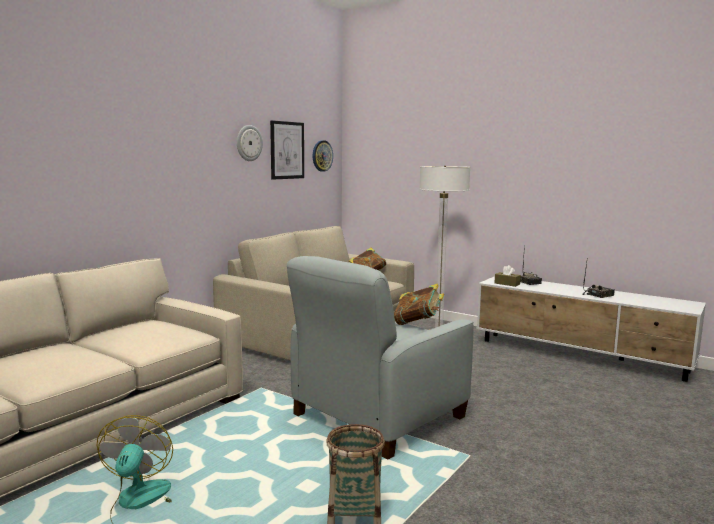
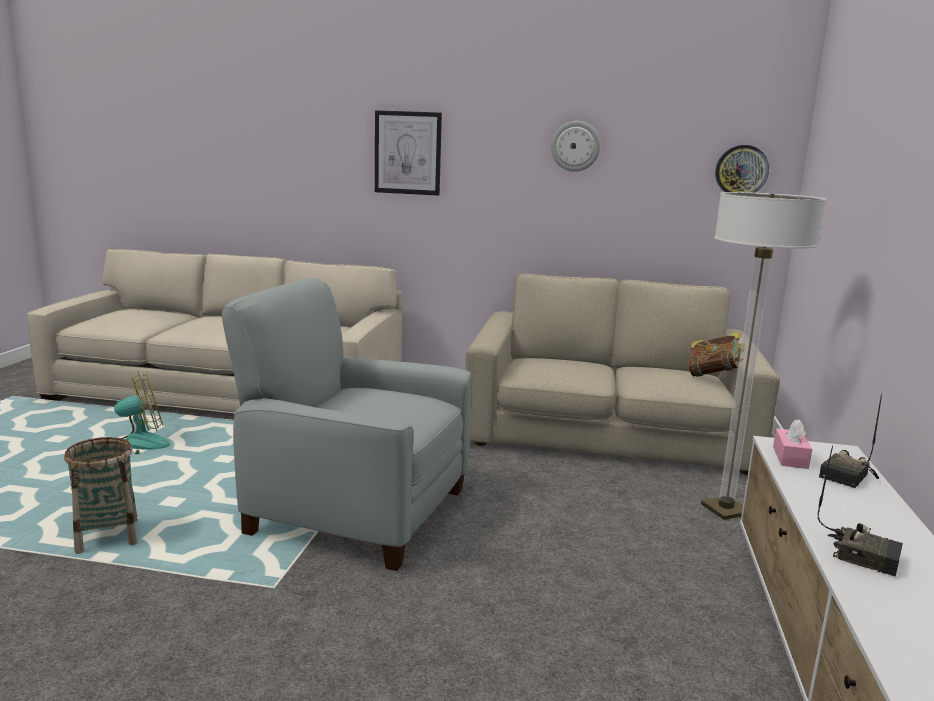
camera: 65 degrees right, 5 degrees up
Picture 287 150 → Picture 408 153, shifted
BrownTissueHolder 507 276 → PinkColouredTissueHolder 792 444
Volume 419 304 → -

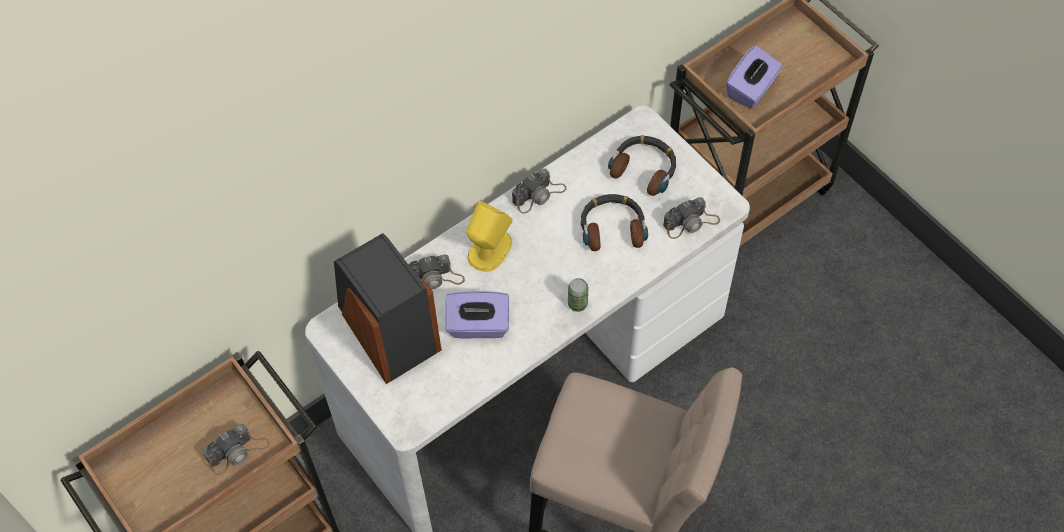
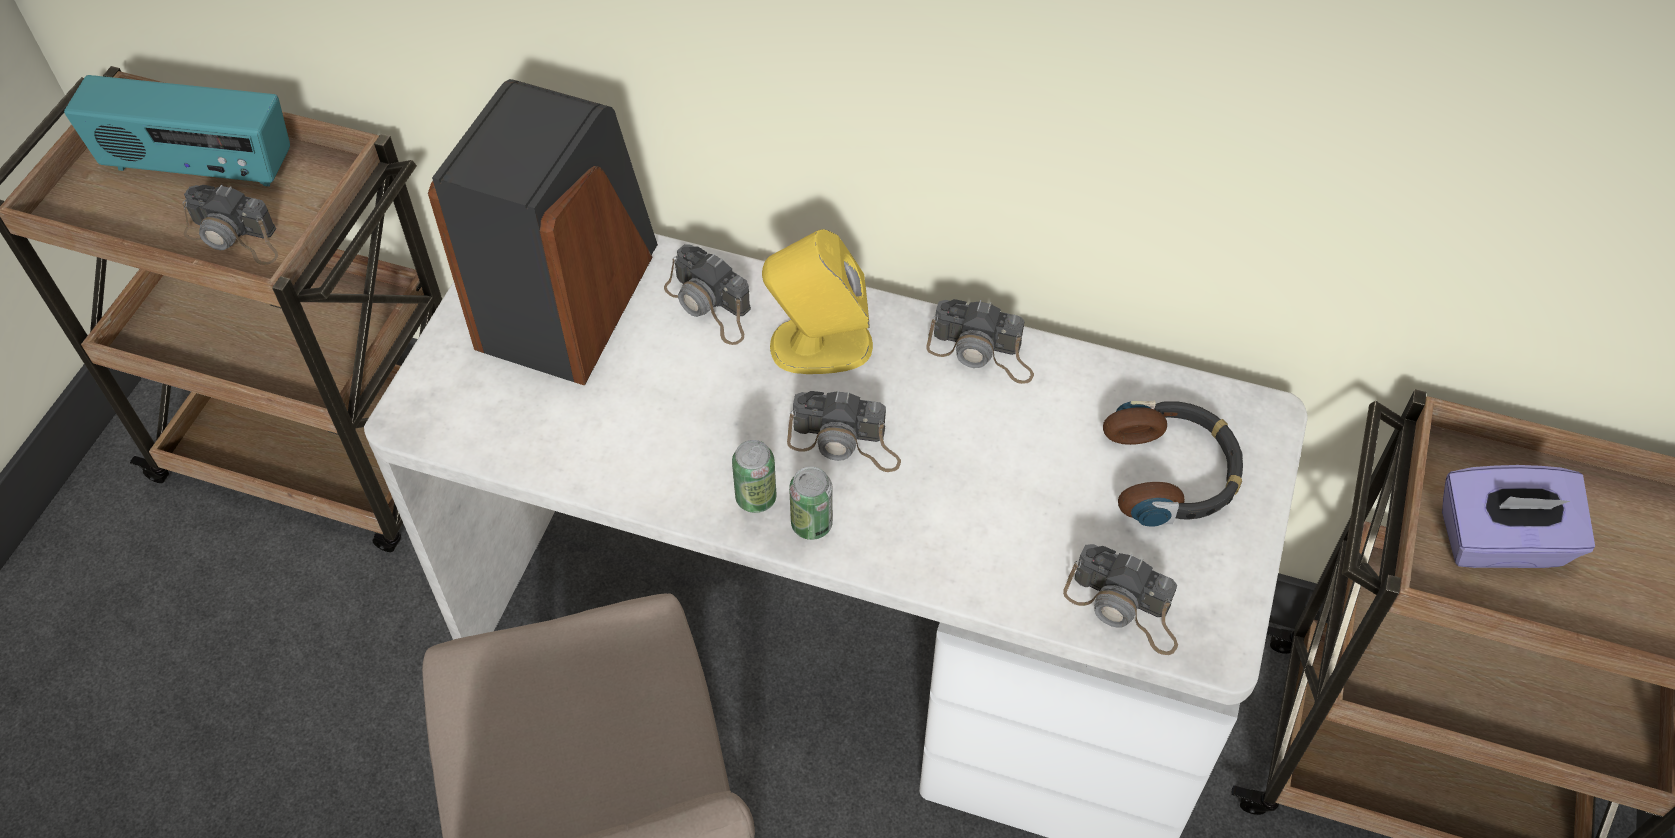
camera: 55 degrees right, 5 degrees down
- → RadioReceiver 177 131
- → SealedCan 754 476
- → StillCamera 844 431
PurplishTissueHolder 477 314 → -
Headphones 614 222 → -

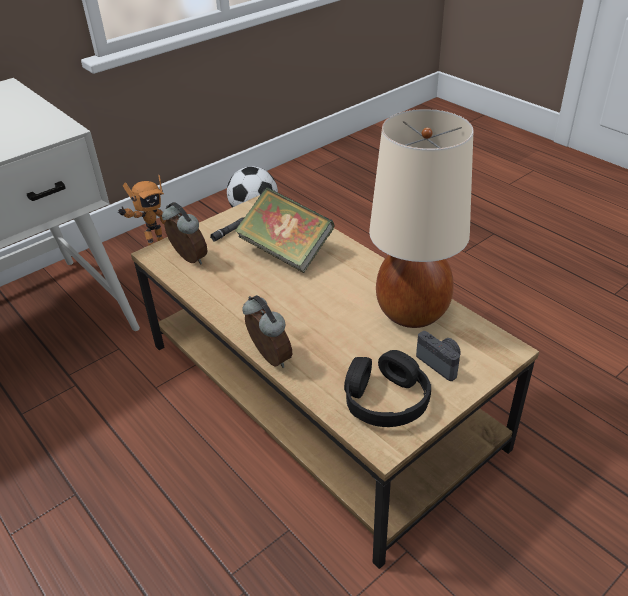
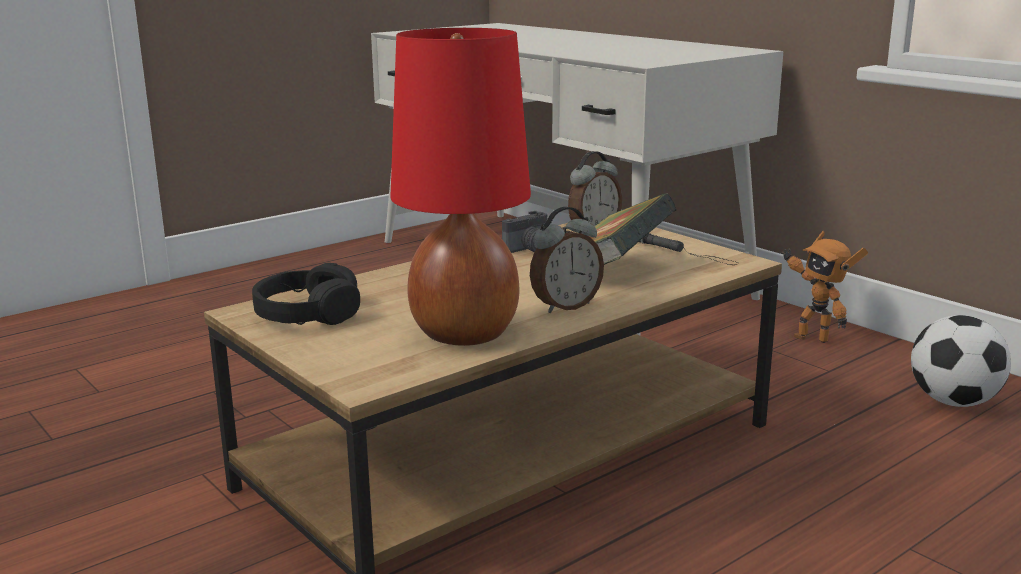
camera: 90 degrees right, 20 degrees down
BeigeColouredTabletopLamp 421 218 → ReddishTabletopLamp 460 187
StillCamera 438 356 → StillCamera 524 232, shifted
BedsideClock 267 331 → BedsideClock 567 260, shifted

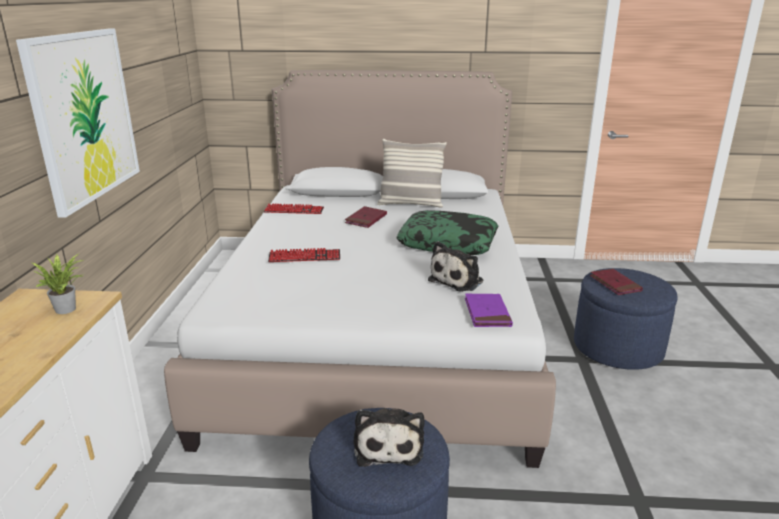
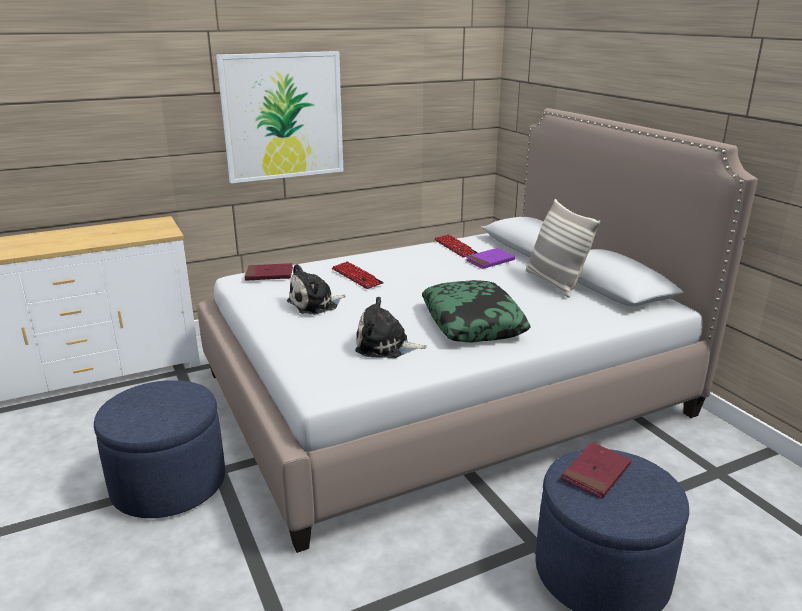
camera: 60 degrees right, 0 degrees up
ReddishVolume 366 217 → ReddishVolume 269 272, shifted
CuddlyToy 389 437 → CuddlyToy 316 289, shifted
PurplishVolume 489 310 → PurplishVolume 490 258, shifted
PlantInAPot 58 284 → -

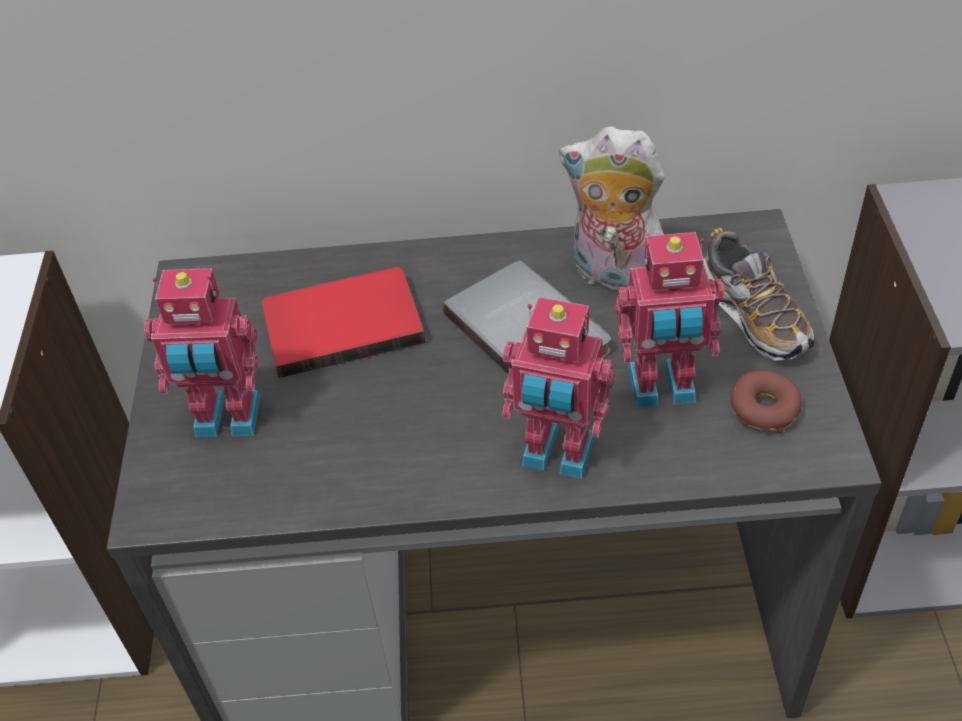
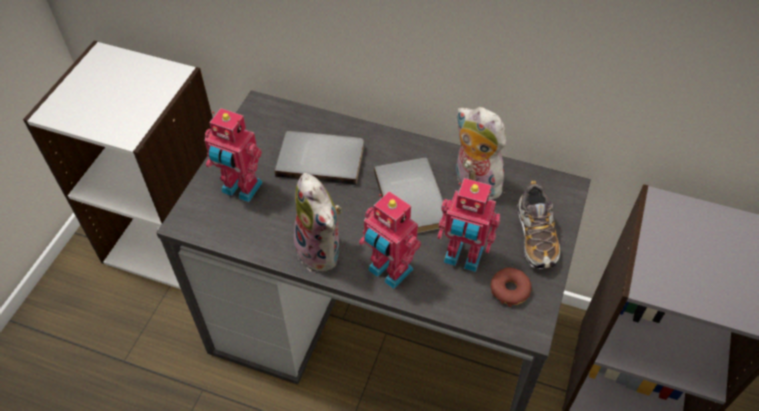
camera: 20 degrees right, 5 degrees up
ReddishVolume 344 322 → GreyishVolume 319 158
- → CuddlyToy 318 222

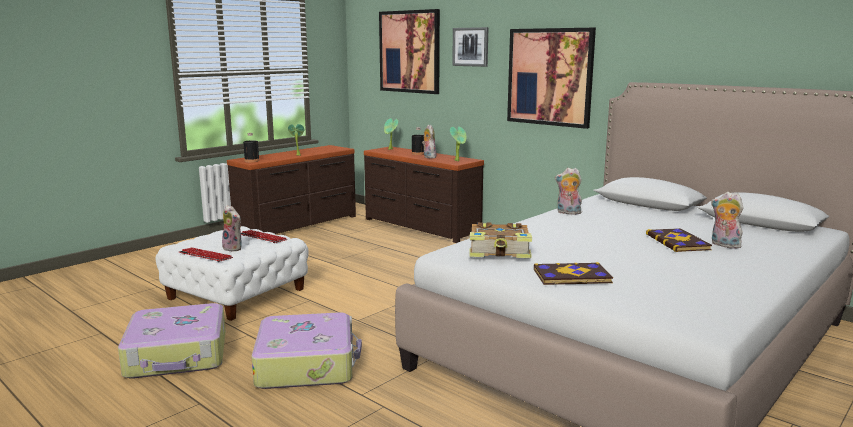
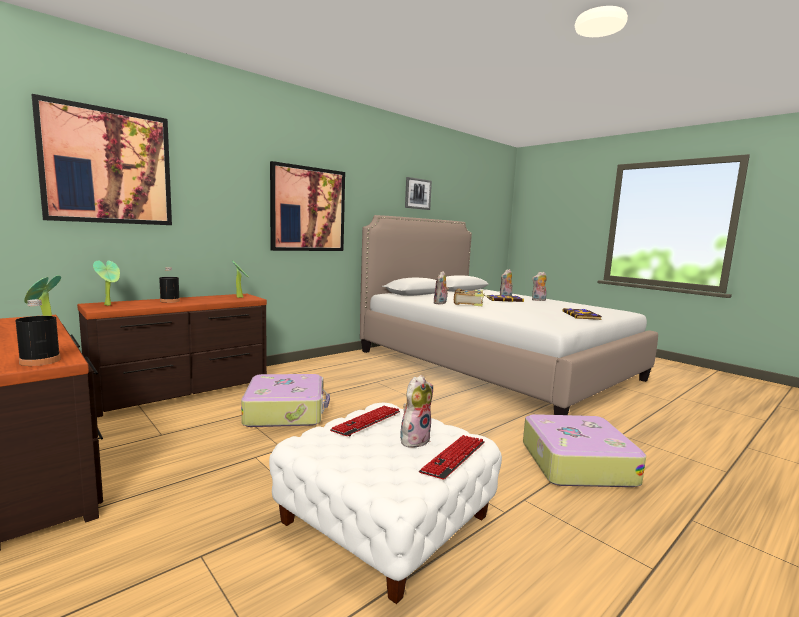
camera: 85 degrees left, 5 degrees down
Suitcase 171 341 → Suitcase 285 400, shifted
Picture 470 47 → Picture 418 193, shifted
Volume 500 240 → Volume 471 297, shifted
CuddlyToy 429 141 → CuddlyToy 539 286, shifted

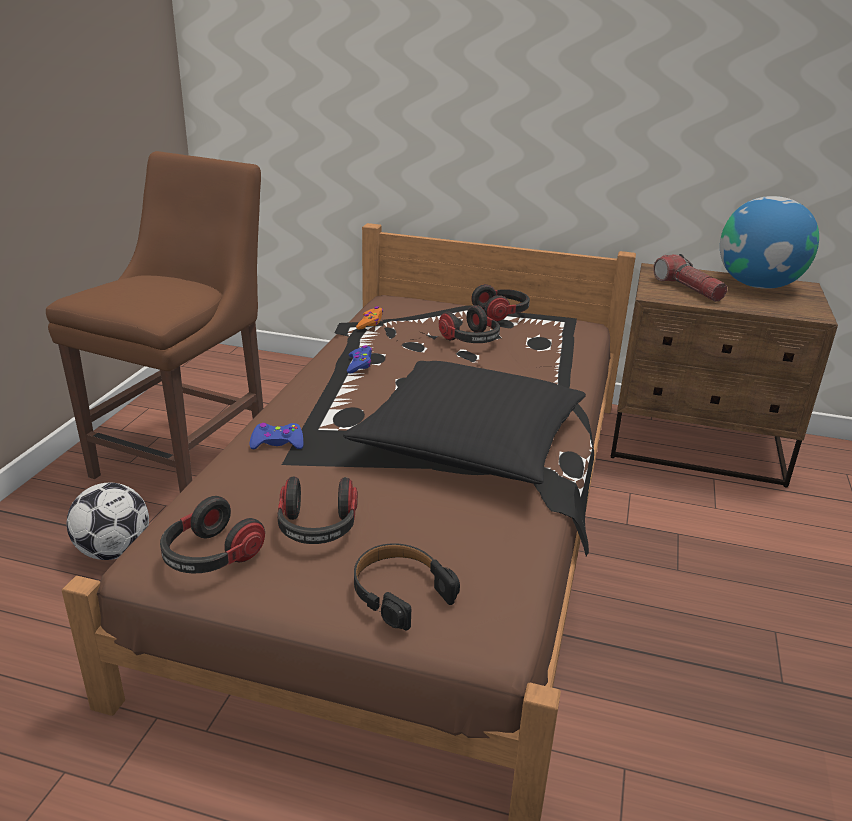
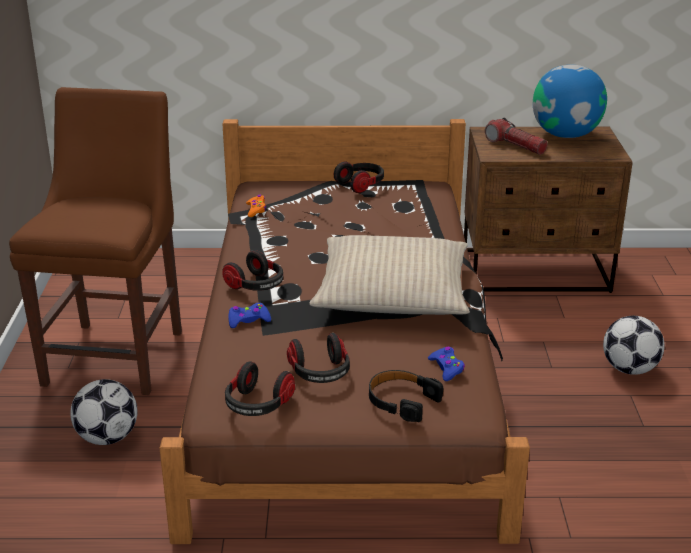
camera: 15 degrees left, 0 degrees up
Headphones 469 324 → Headphones 252 270, shifted
BlackPillow 464 422 → BeigeColouredPillow 389 275
BlueColouredGameController 359 359 → BlueColouredGameController 446 364, shifted
- → FootballBall 633 345

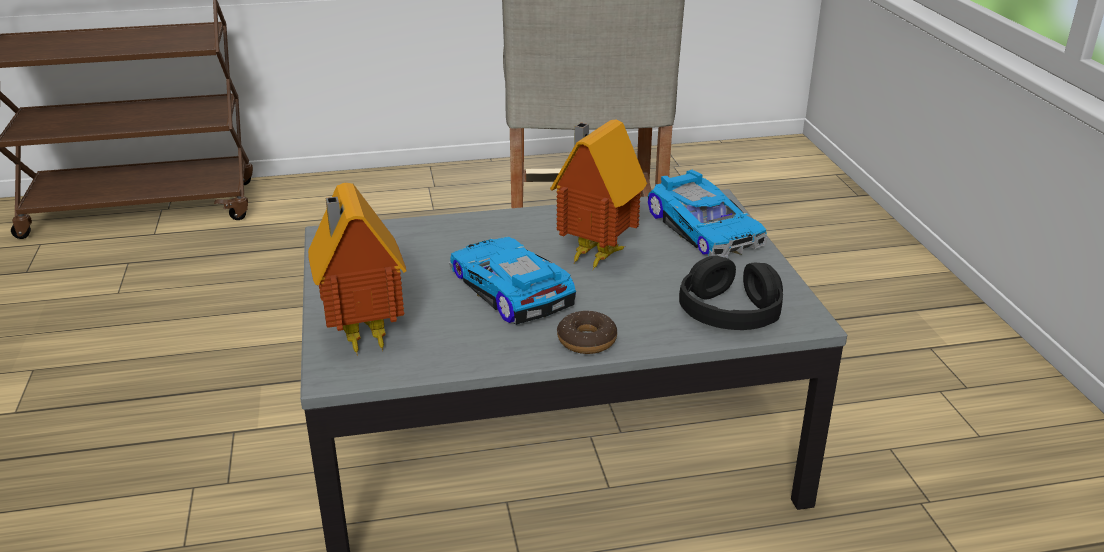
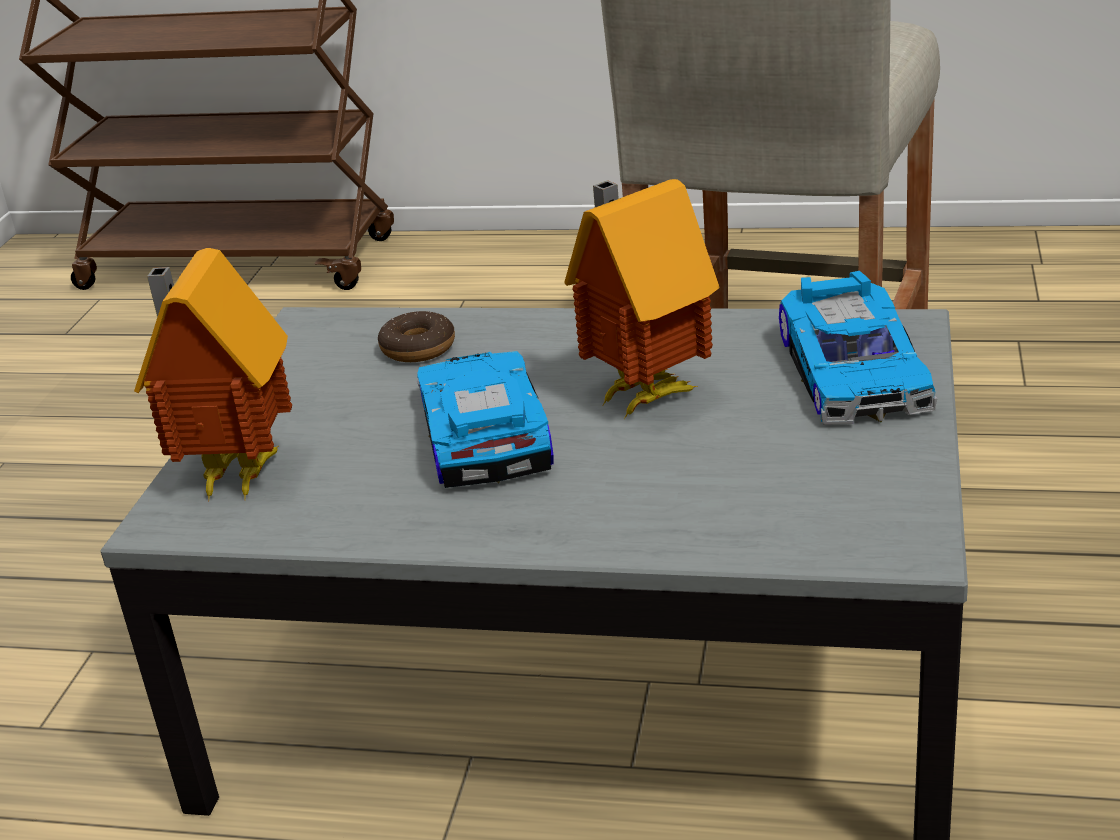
camera: 25 degrees right, 0 degrees up
RingDoughnut 587 332 → RingDoughnut 416 336, shifted
BlackHeadphones 731 293 → -

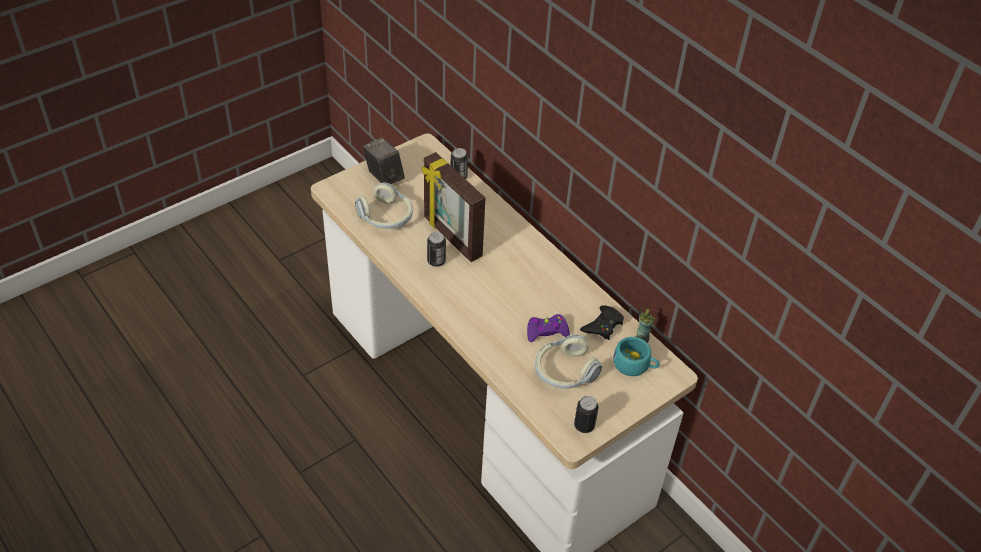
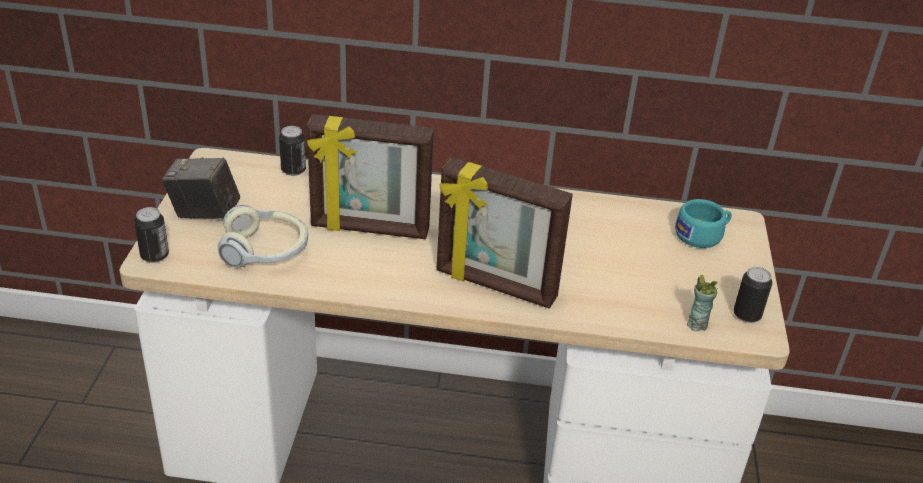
camera: 45 degrees left, 10 degrees down
SealedCan 436 249 → SealedCan 151 235, shifted
- → StandingFrame 504 233
DrinkingCup 645 325 → DrinkingCup 702 303, shifted
PurplishGameController 548 328 → -
Headphones 568 361 → -
BlackGameController 602 322 → -

